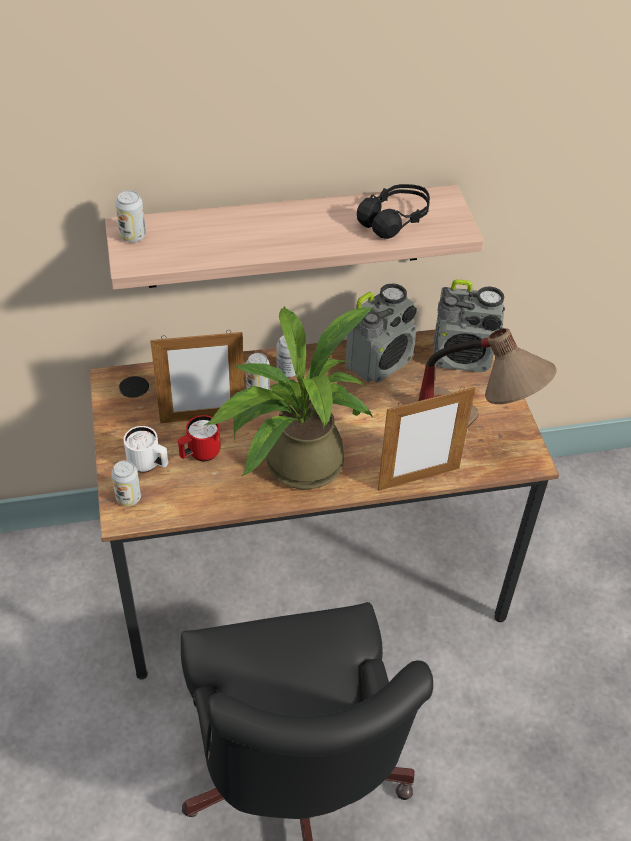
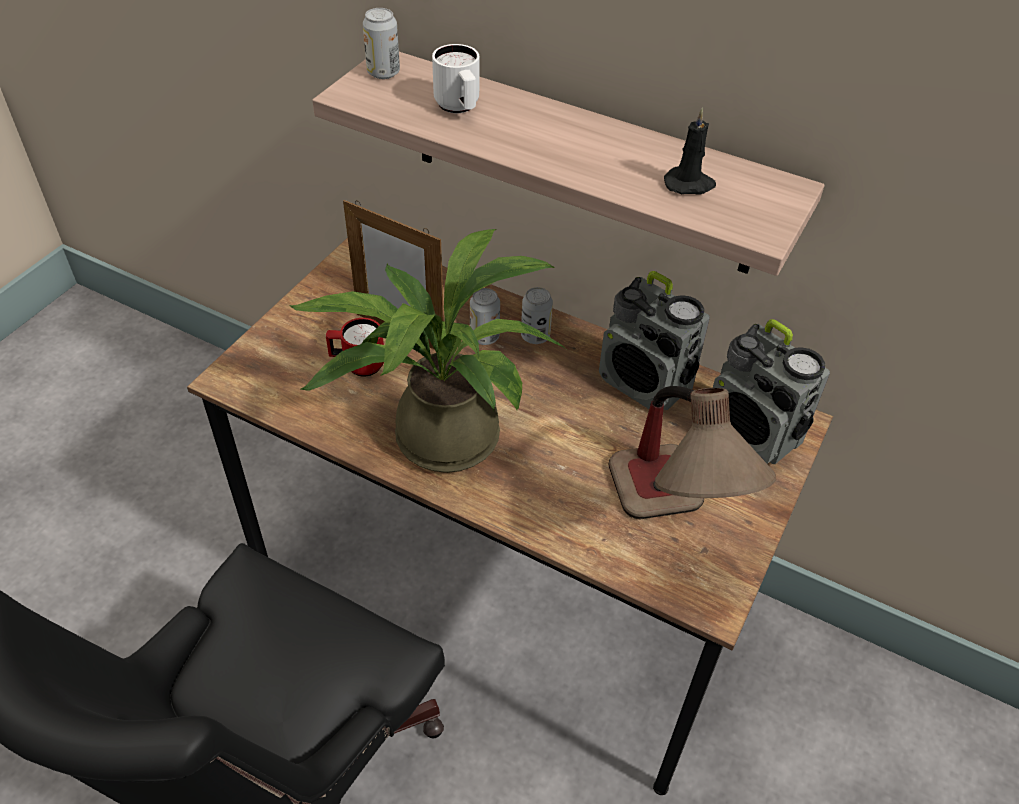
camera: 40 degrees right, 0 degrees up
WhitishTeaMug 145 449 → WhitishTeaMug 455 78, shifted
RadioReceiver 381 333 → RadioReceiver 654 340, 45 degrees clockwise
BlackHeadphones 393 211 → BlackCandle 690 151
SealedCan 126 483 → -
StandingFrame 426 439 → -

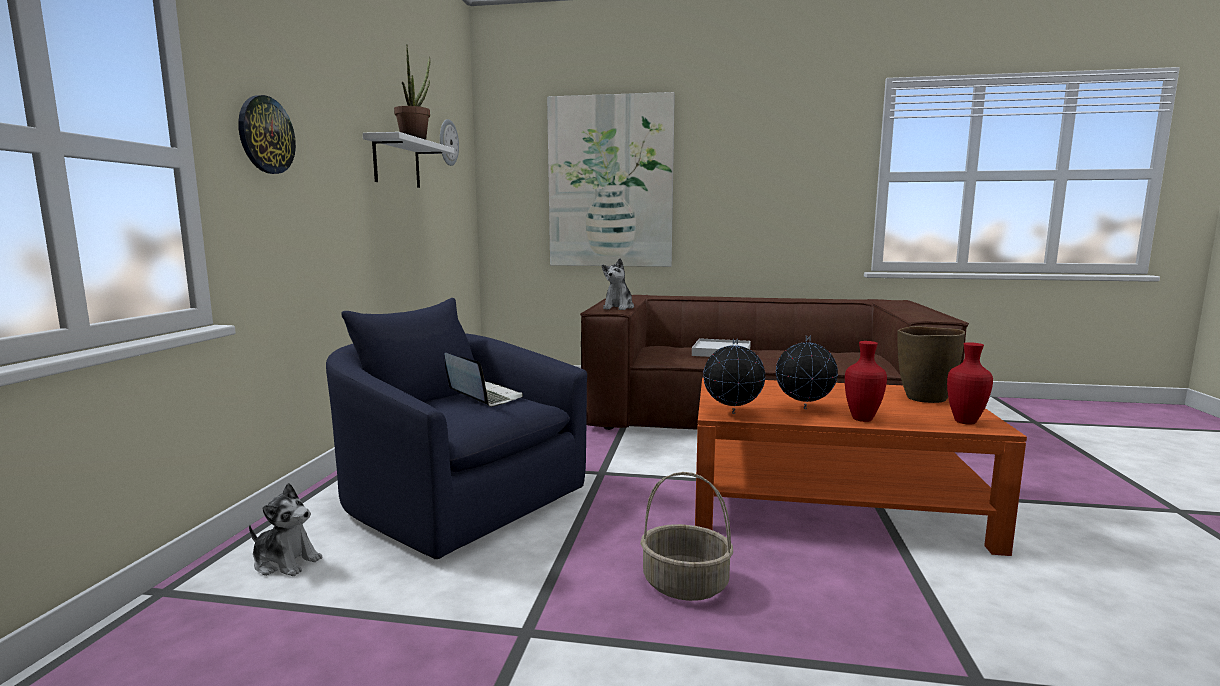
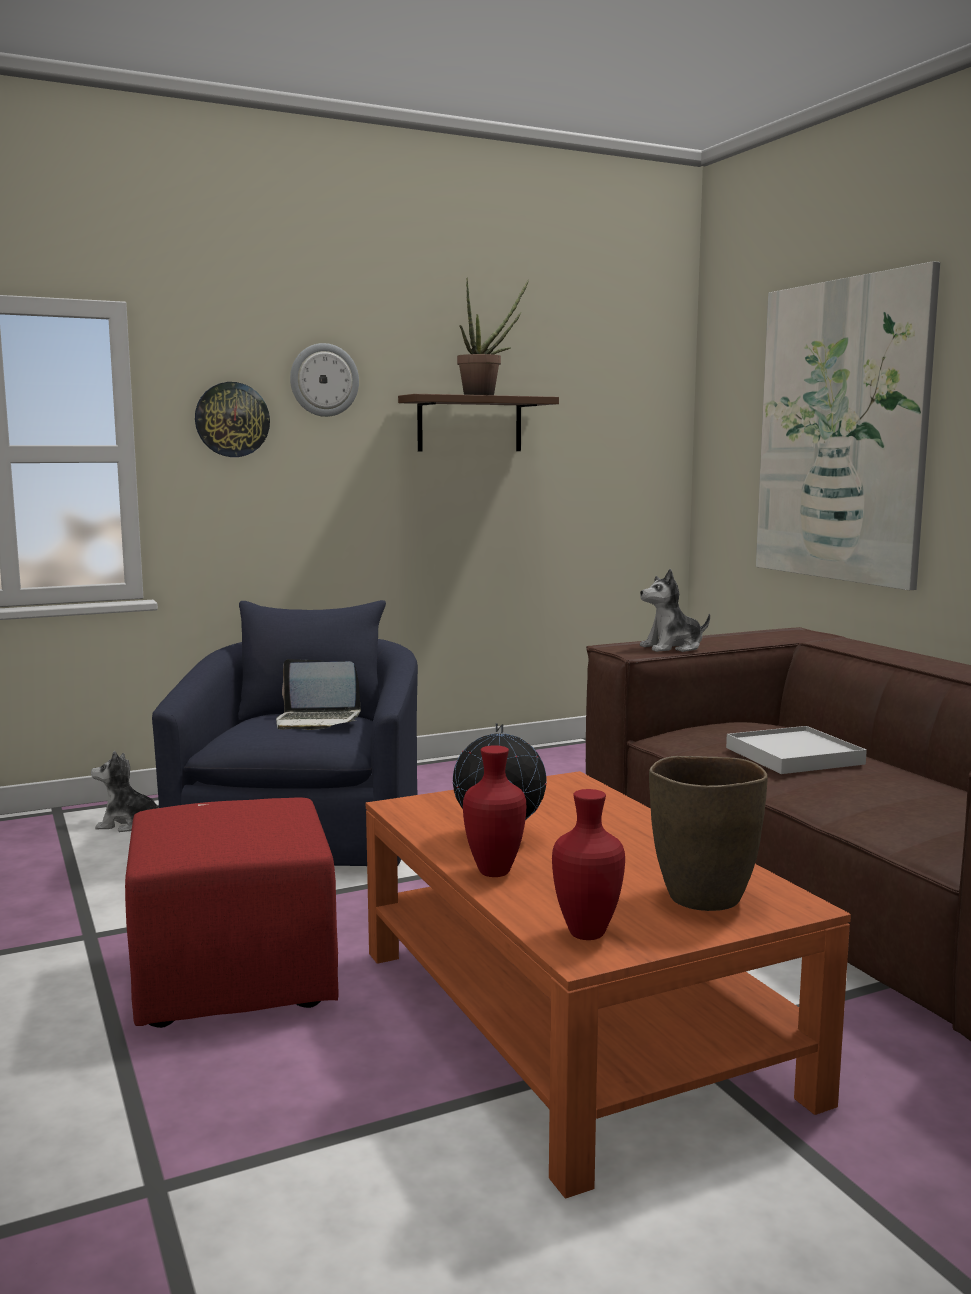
camera: 55 degrees right, 0 degrees up
CuddlyToy 285 529 → CuddlyToy 125 791, 105 degrees clockwise
Basket 686 536 → ReddishFootrest 232 912
PortableComputer 483 380 → PortableComputer 318 694, 90 degrees clockwise
ClockOnTheWall 449 142 → ClockOnTheWall 324 380, shifted
WhitishShelf 408 160 → BrownShelf 478 423
WorldGlobe 734 376 → -

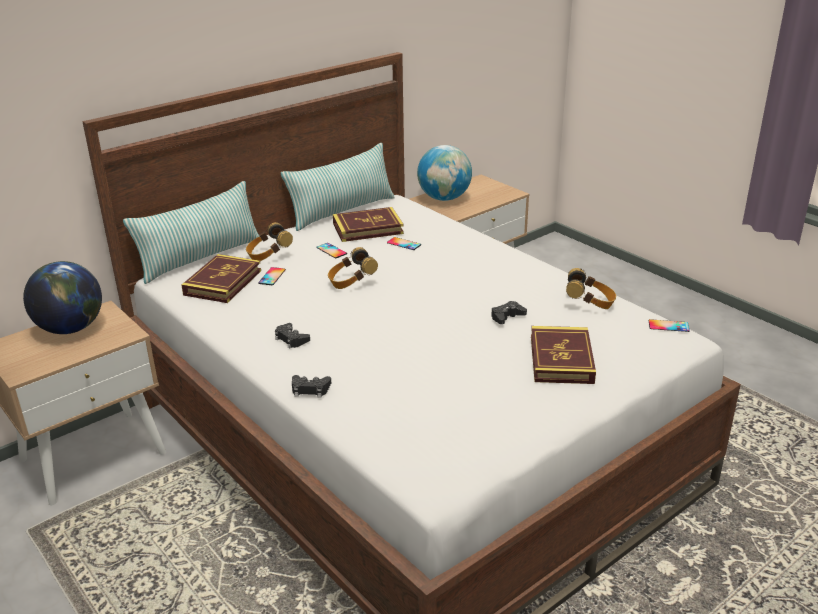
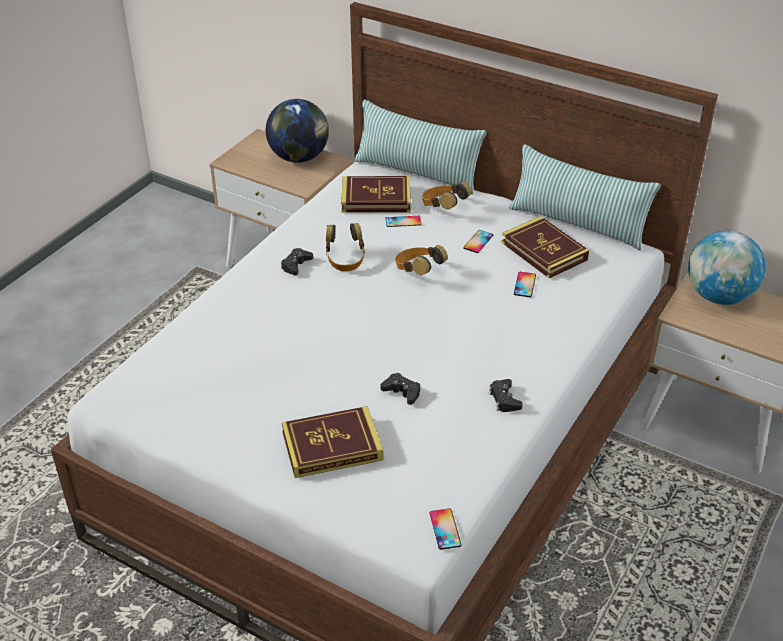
camera: 70 degrees right, 10 degrees up
Headphones 591 288 → Headphones 345 247, shifted
BlackGameController 311 386 → BlackGameController 506 395, shifted

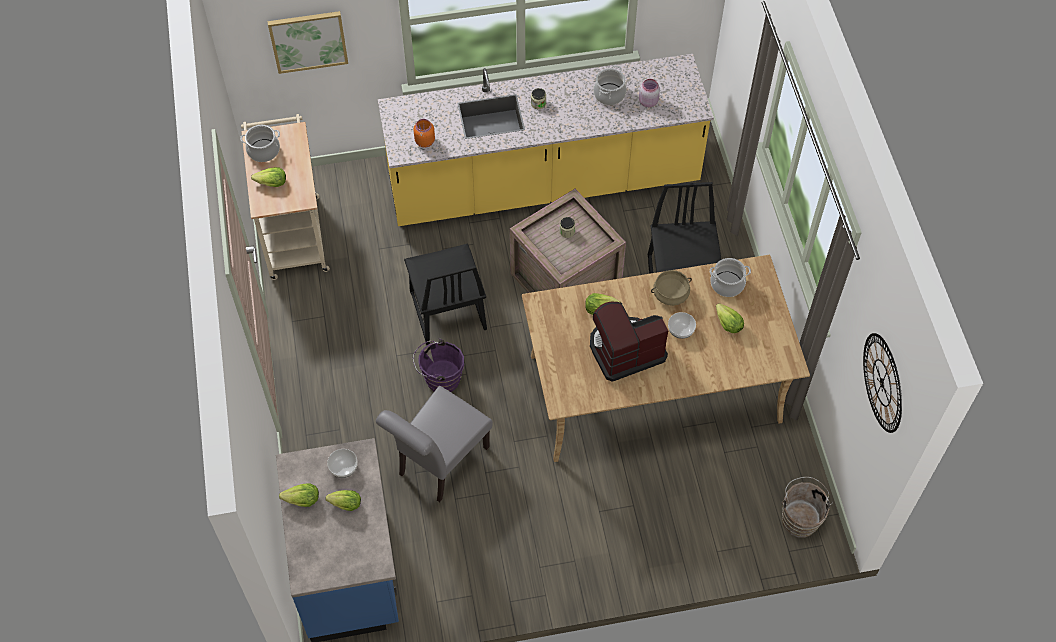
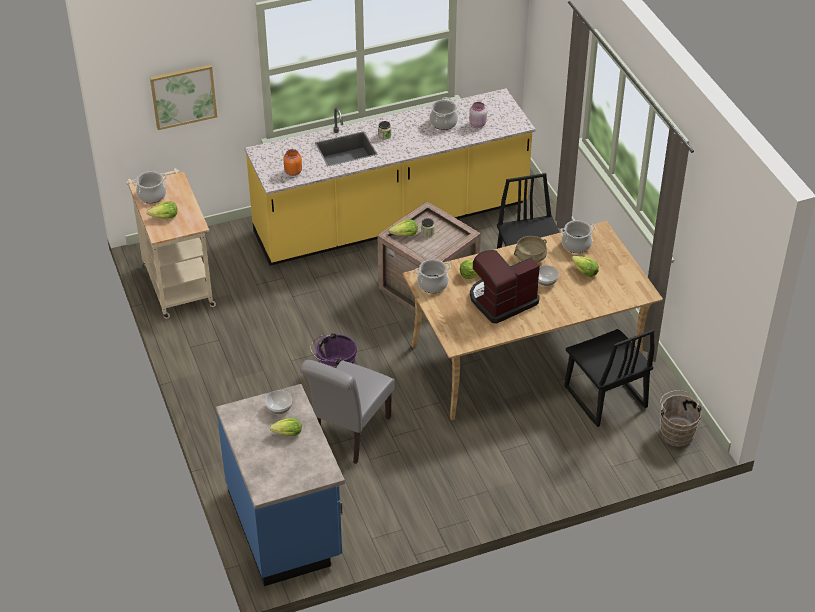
camera: 10 degrees left, 15 degrees down
HeadOfLettuce 299 495 → HeadOfLettuce 403 227, shifted
- → Saucepot 433 276
BlackUprightChair 445 294 → BlackUprightChair 609 378, shifted
ClockOnTheWall 882 383 → -

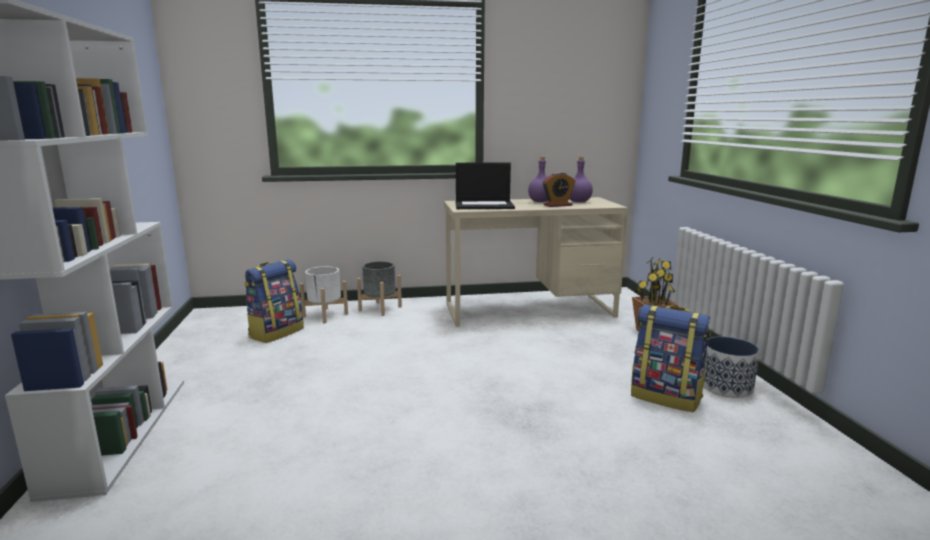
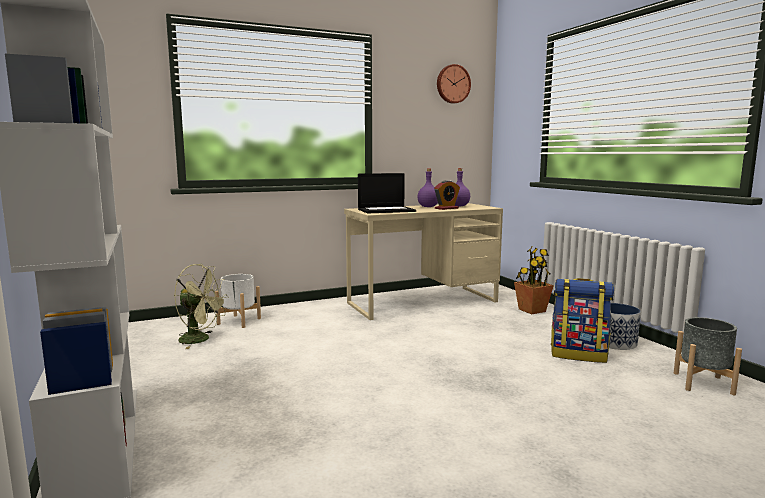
camera: 15 degrees left, 5 degrees down
Rucksack 274 301 → GreenishElectricFan 201 306
- → ClockOnTheWall 454 84
GreyishPlantPot 379 288 → GreyishPlantPot 708 356, shifted

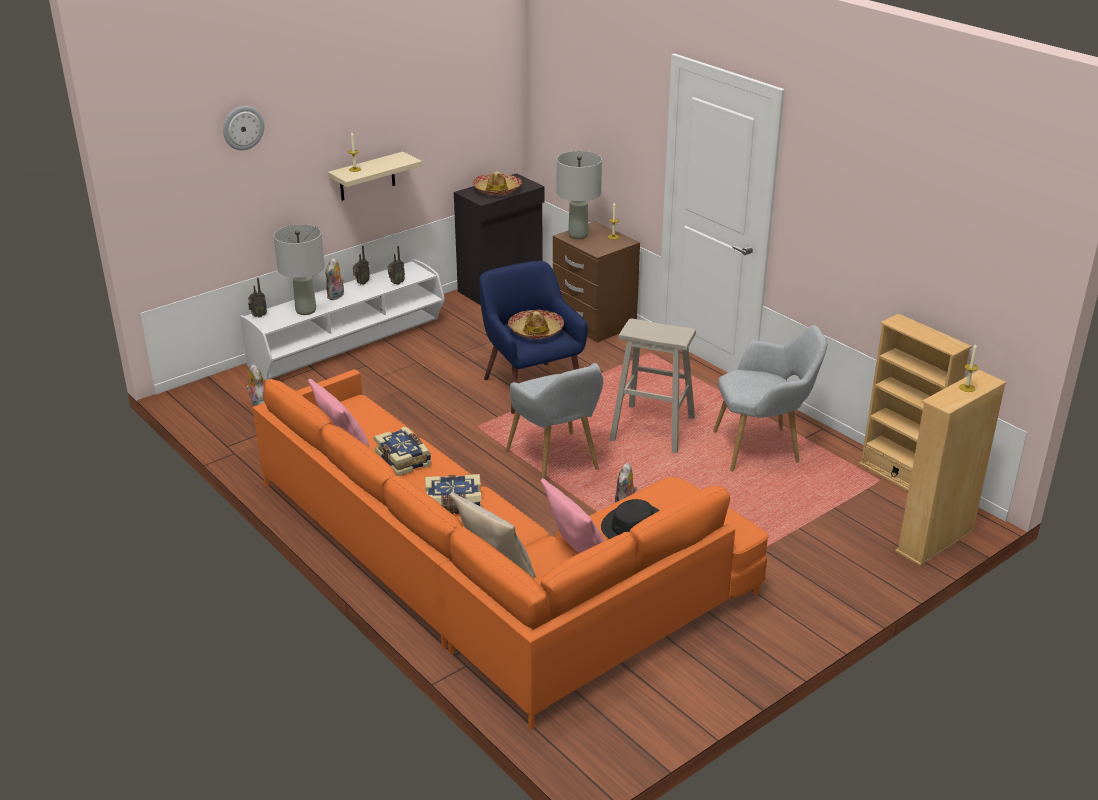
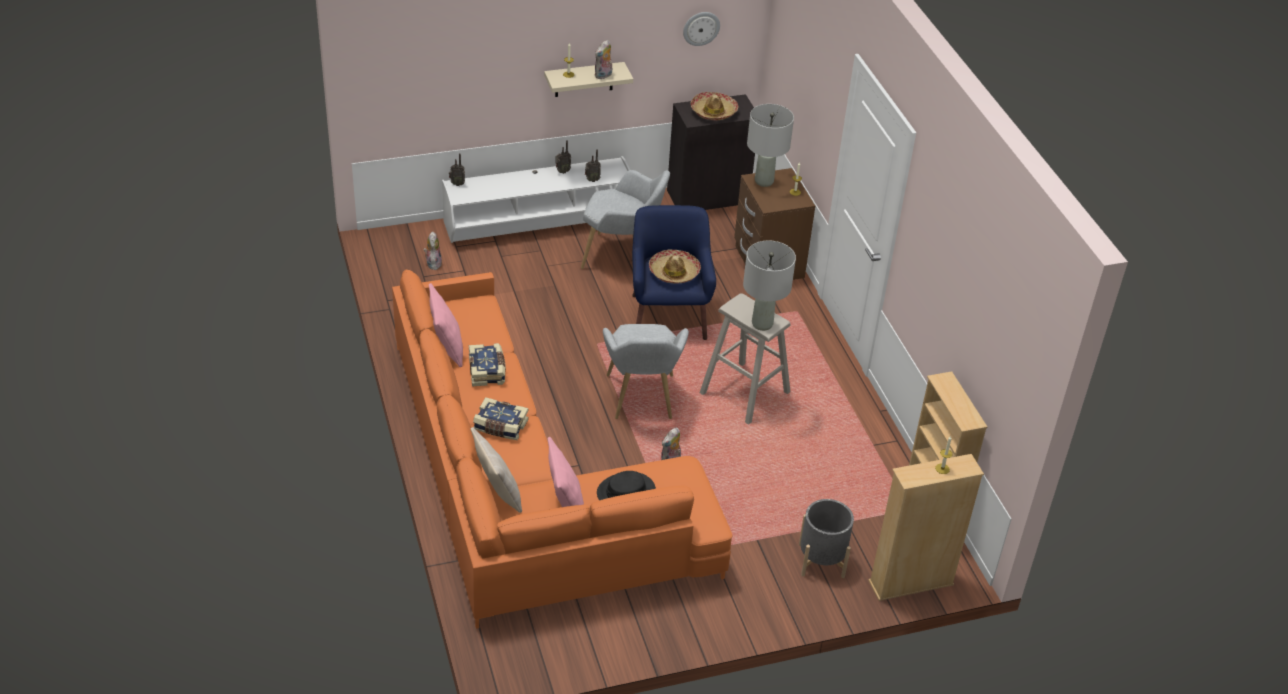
camera: 20 degrees right, 10 degrees up
GreyishArmchair 770 398 → GreyishArmchair 625 219, shifted
CuddlyToy 335 278 → CuddlyToy 603 60, shifted
ClockOnTheWall 243 128 → ClockOnTheWall 701 29, shifted
GreyishTabletopLamp 299 269 → GreyishTabletopLamp 769 285, shifted
- → GreyishPlantPot 826 538

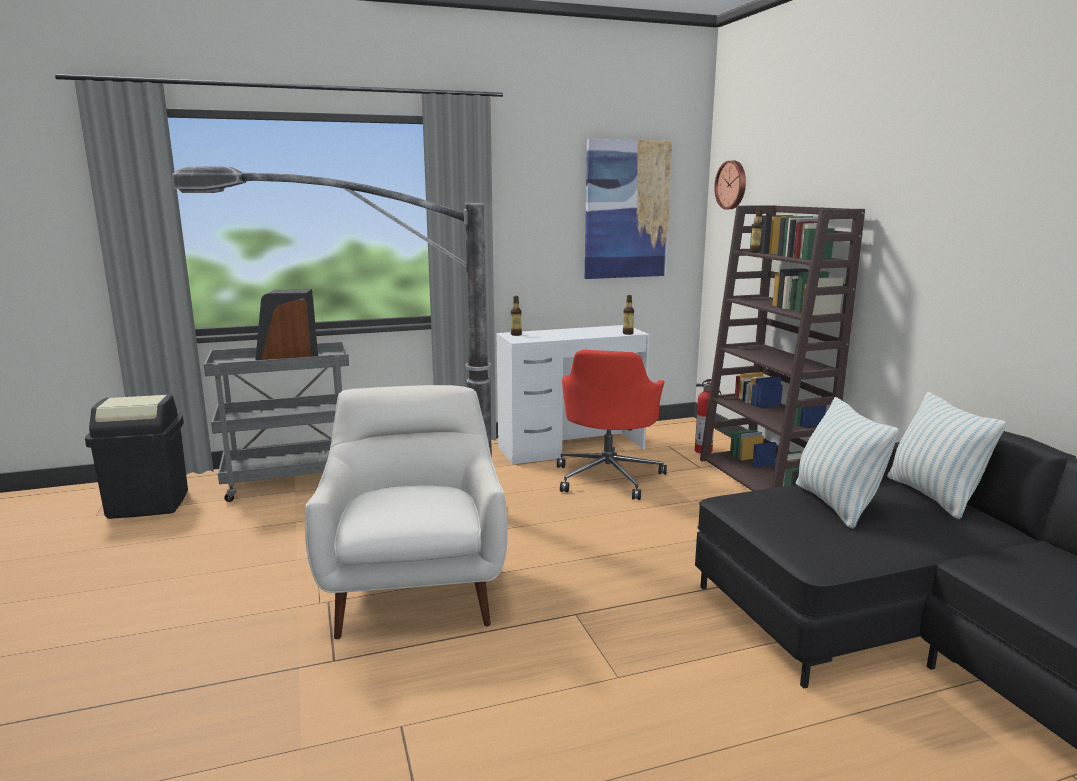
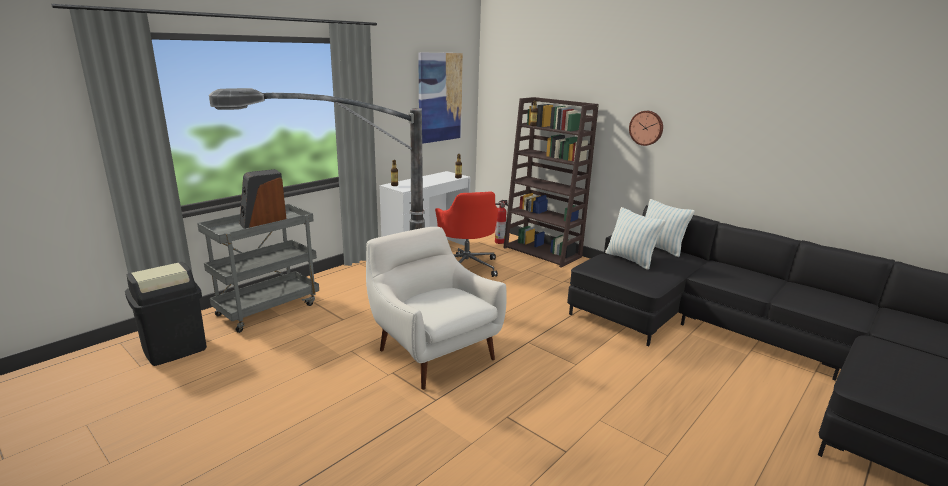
camera: 30 degrees left, 5 degrees up
ClockOnTheWall 730 184 → ClockOnTheWall 646 128, shifted

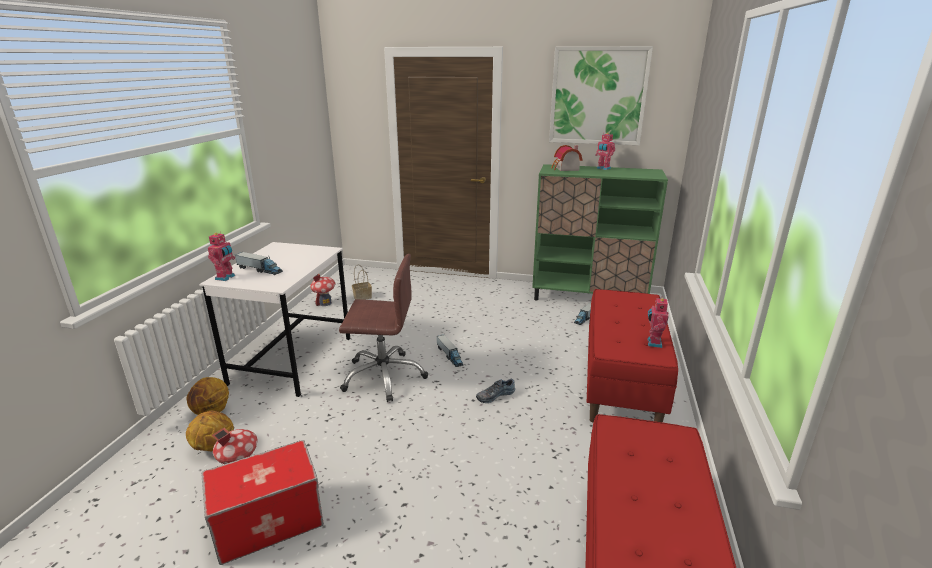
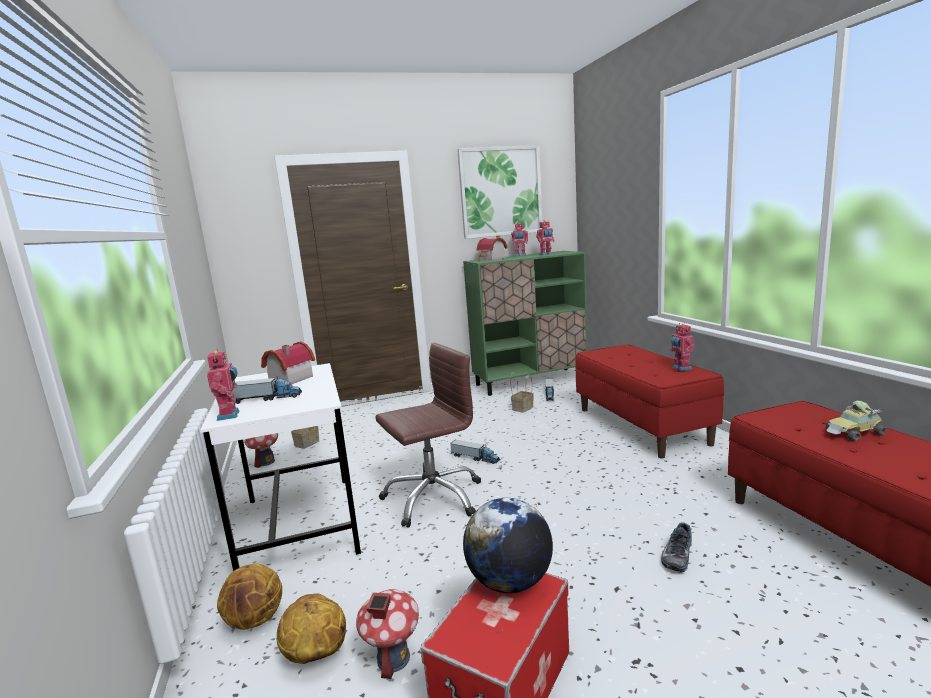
camera: 30 degrees left, 10 degrees down
- → ModelHouse 288 362
- → WorldGlobe 508 545
- → Basket 522 392
- → RobotFigure 545 237
ItemOfFootwear 495 391 → ItemOfFootwear 676 547, shifted
- → ToyCar 856 421

